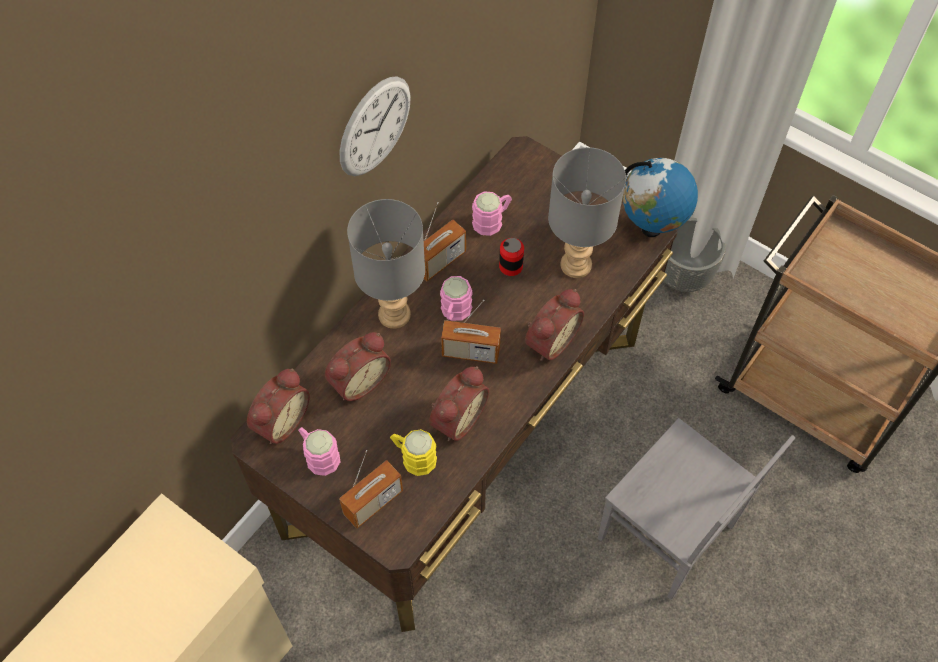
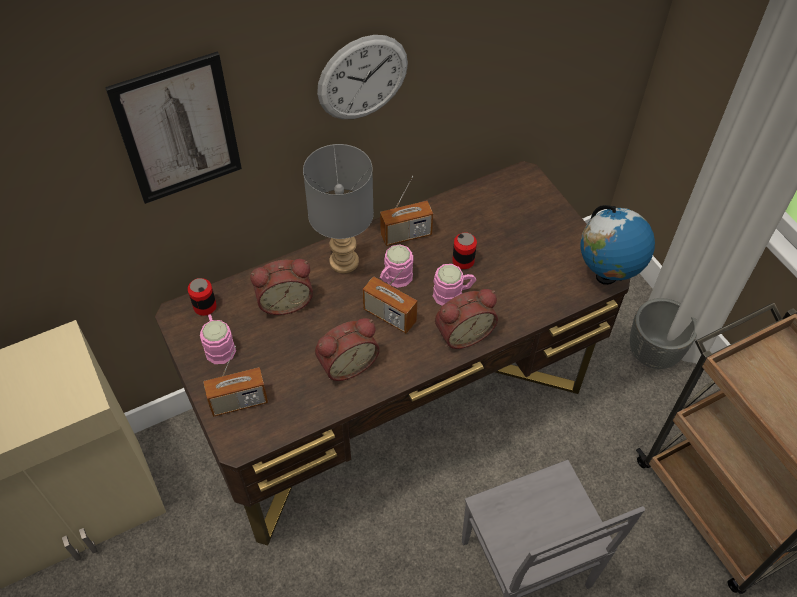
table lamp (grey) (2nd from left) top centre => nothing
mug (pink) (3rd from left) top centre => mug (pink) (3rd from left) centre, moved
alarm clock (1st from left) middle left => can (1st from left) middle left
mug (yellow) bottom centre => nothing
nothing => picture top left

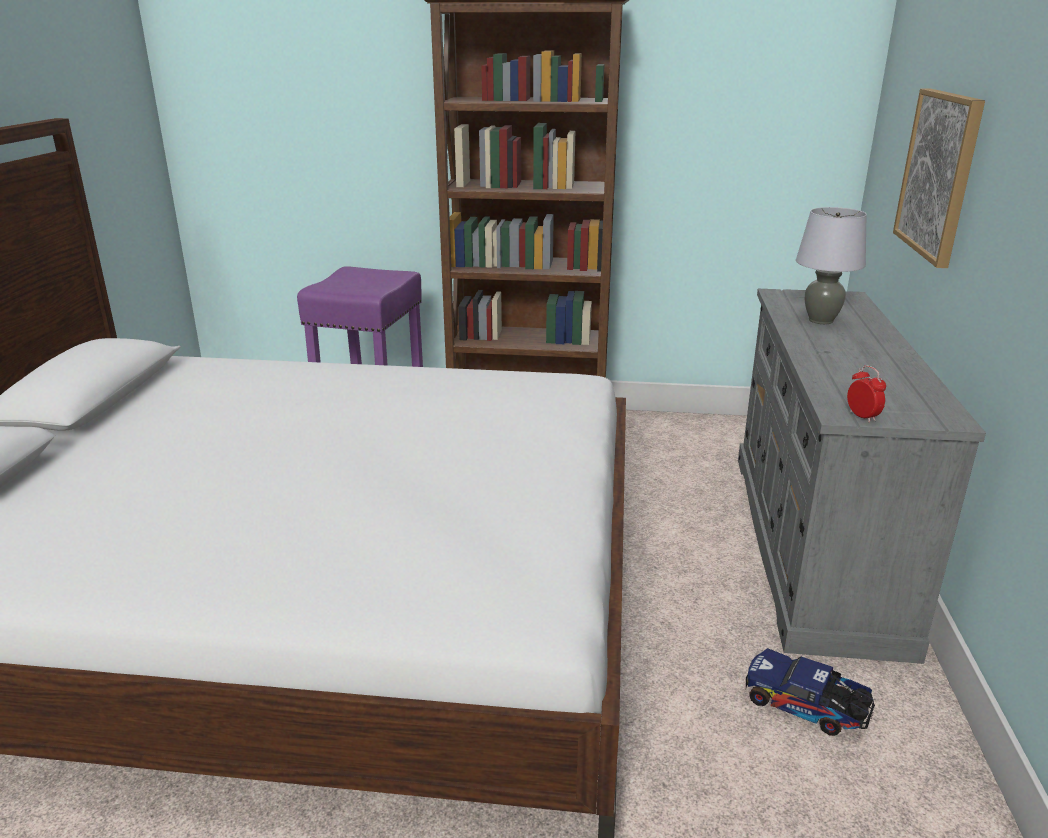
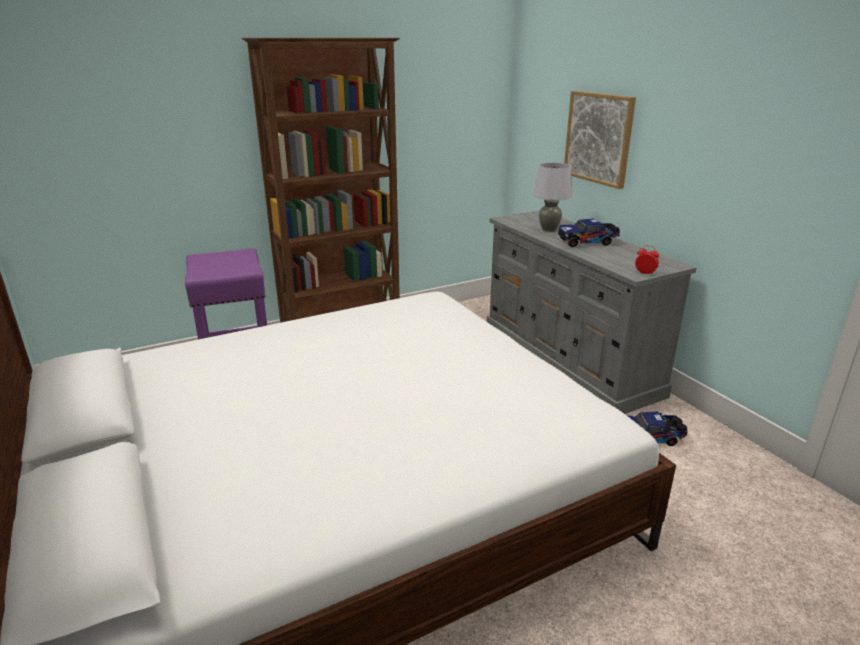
nothing => toy truck (1st from left) middle right

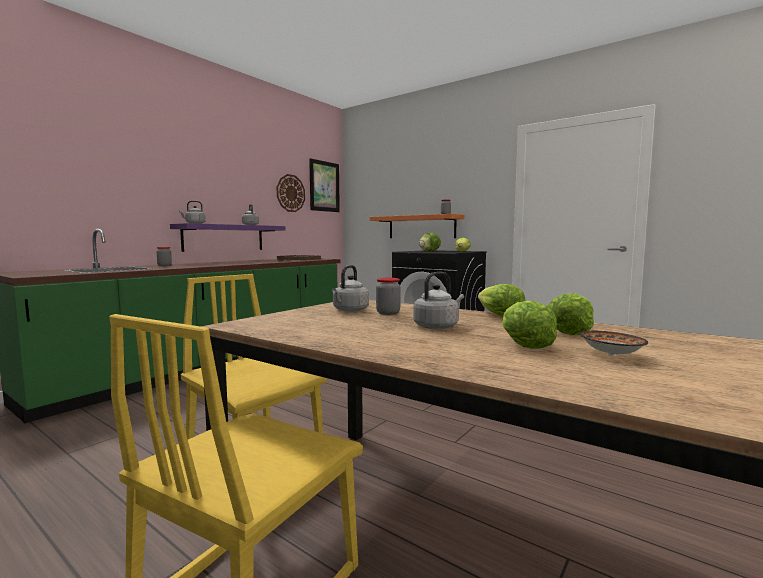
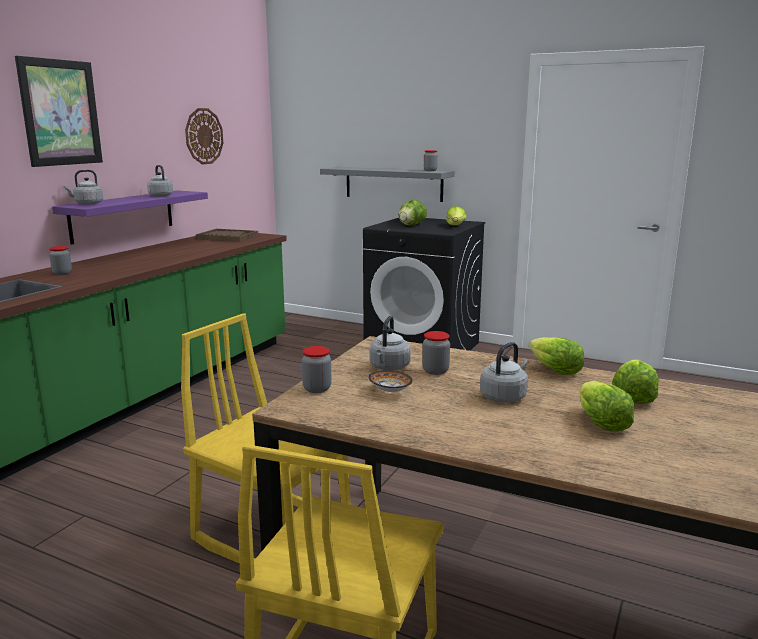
picture top centre => picture top left, moved
shelf (orange) centre => shelf (grey) top centre
bowl middle right => bowl centre, moved
nothing => jar (2nd from left) centre

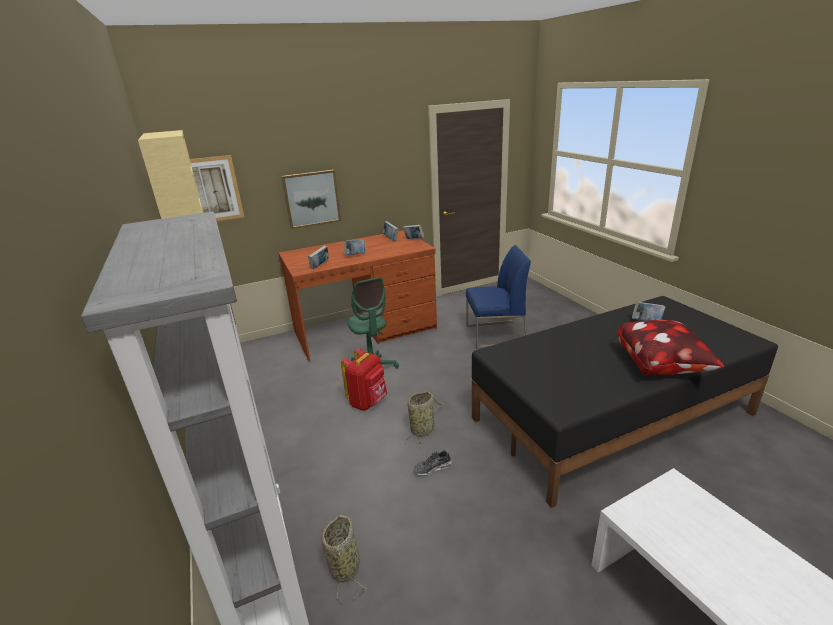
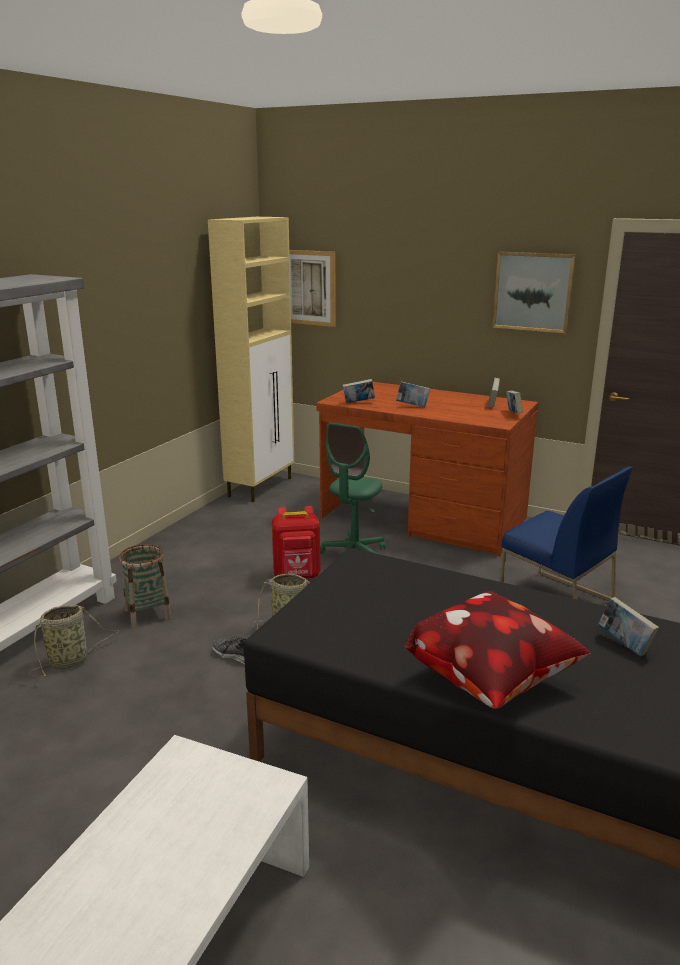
picture (2nd from left) top centre => picture (2nd from left) top right, moved
nothing => basket (2nd from left) middle left

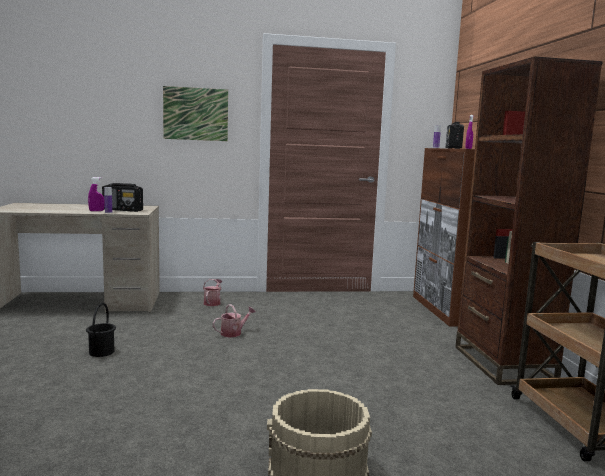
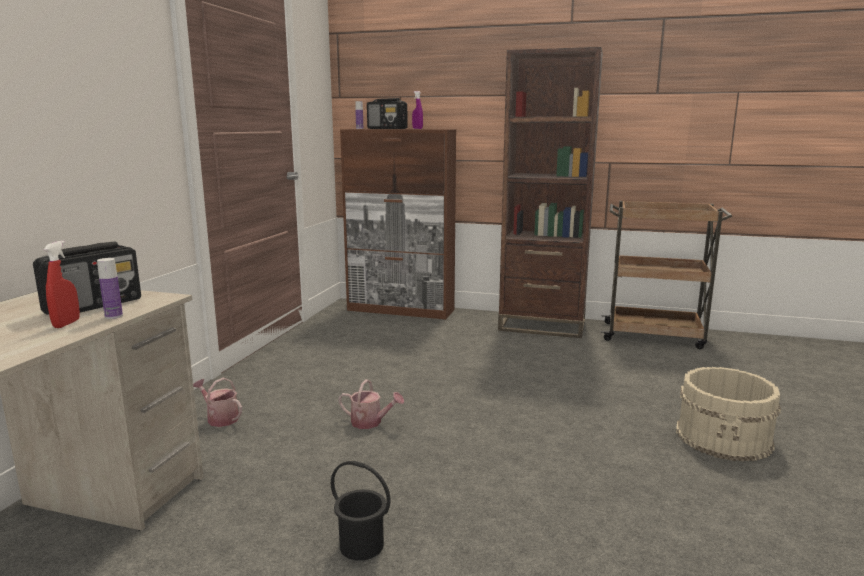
picture top left => nothing
spray bottle (purple) (1st from left) middle left => spray bottle (red) middle left
watering can (2nd from left) bottom centre, 120 degrees clockwise

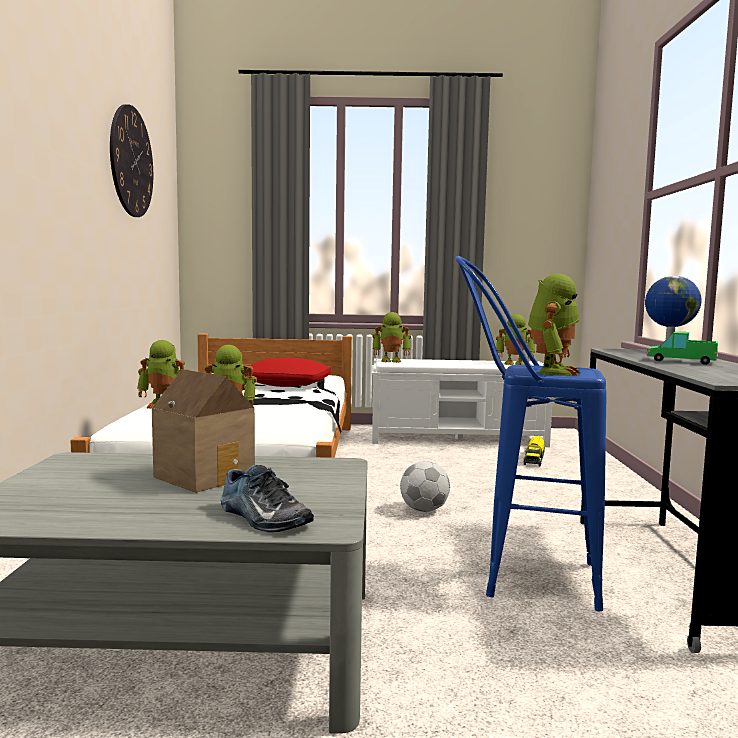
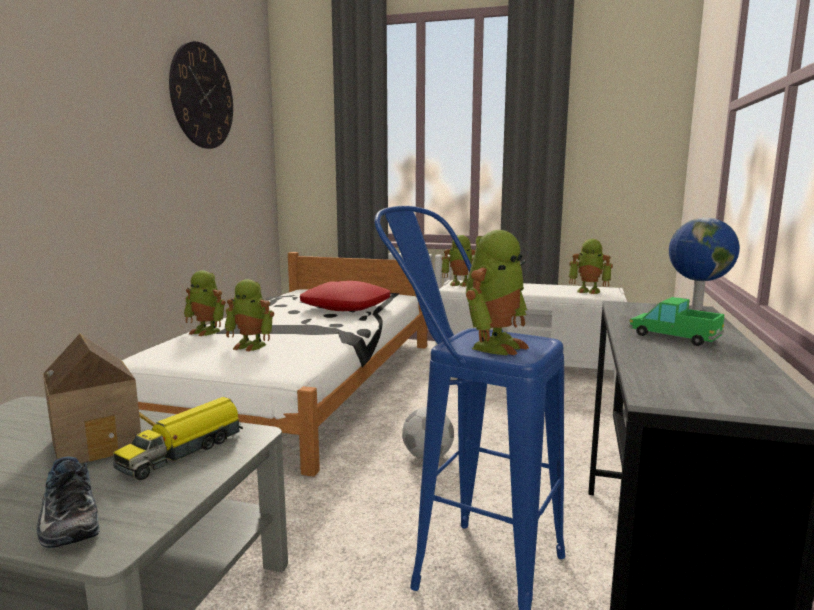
toy truck (1st from left) middle right => toy truck (1st from left) bottom left, moved

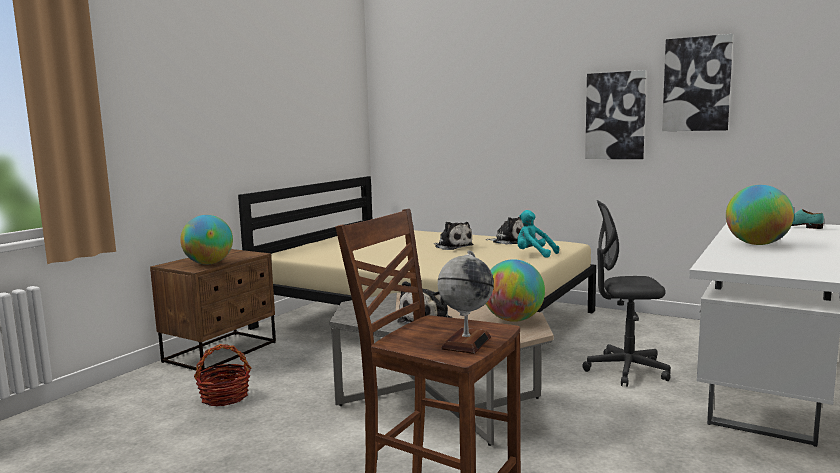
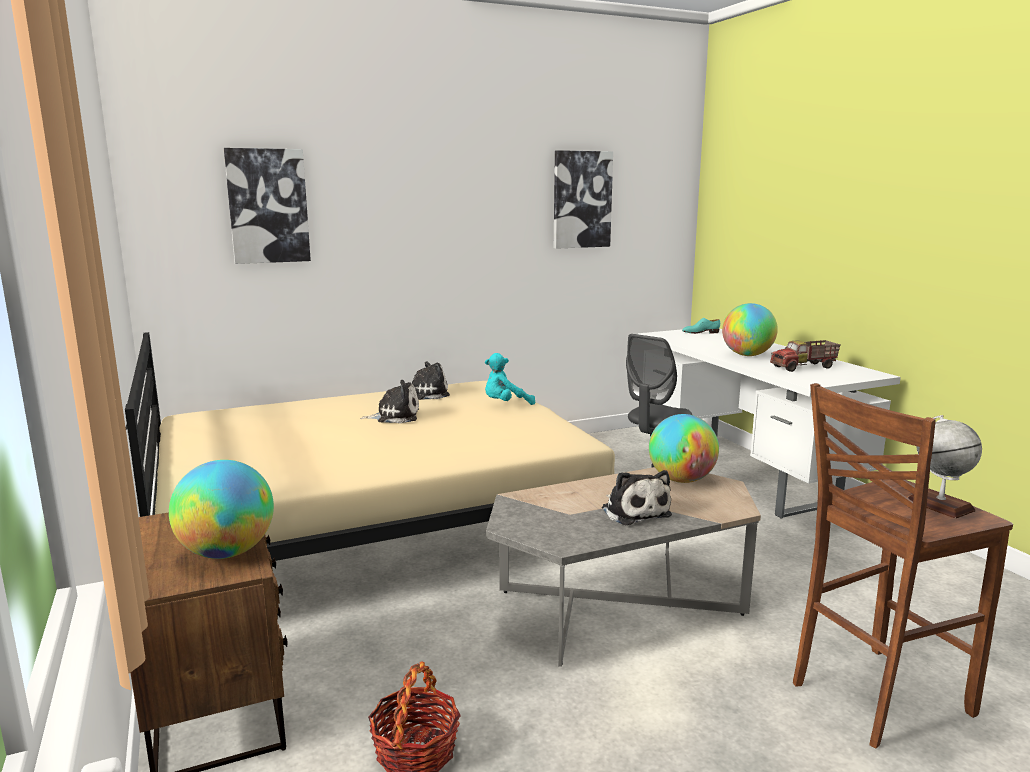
picture (1st from left) top right => picture (1st from left) top left, moved
nothing => toy truck middle right

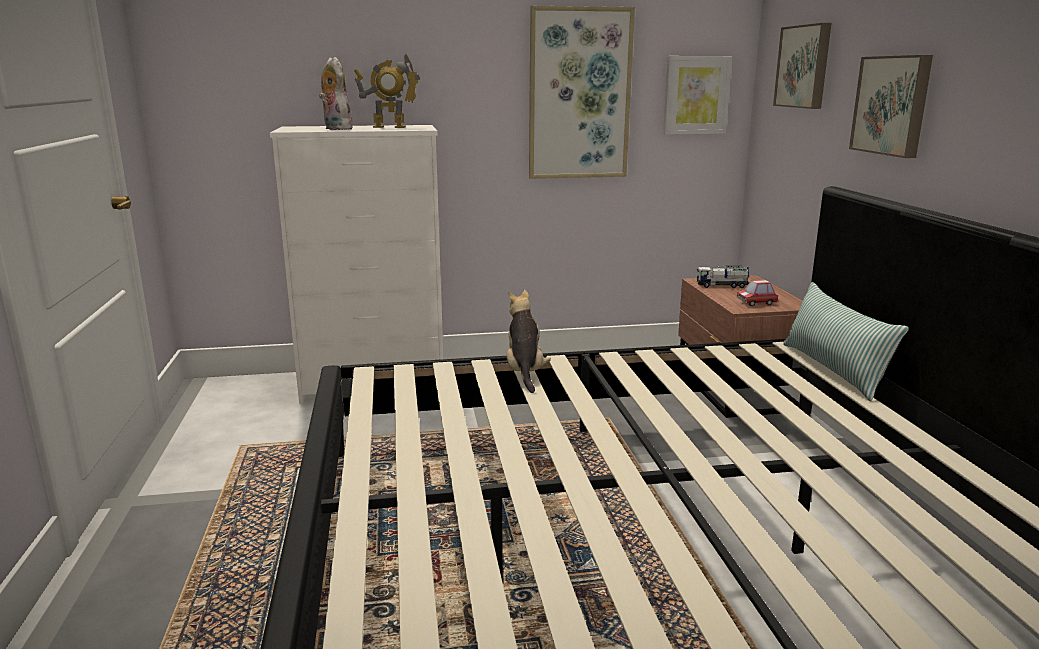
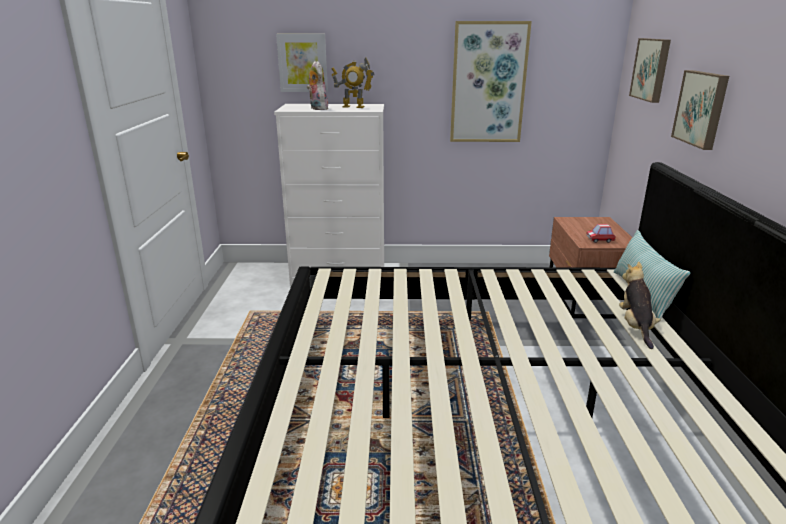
picture (2nd from left in the first image) top right => picture (1st from left) top centre, moved
toy truck middle right => nothing
plush toy (2nd from left) centre => plush toy (2nd from left) middle right, moved

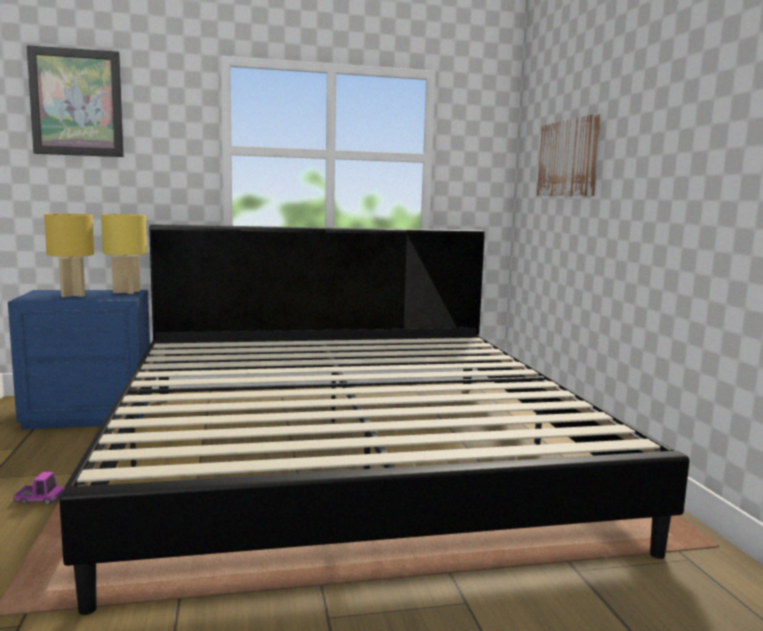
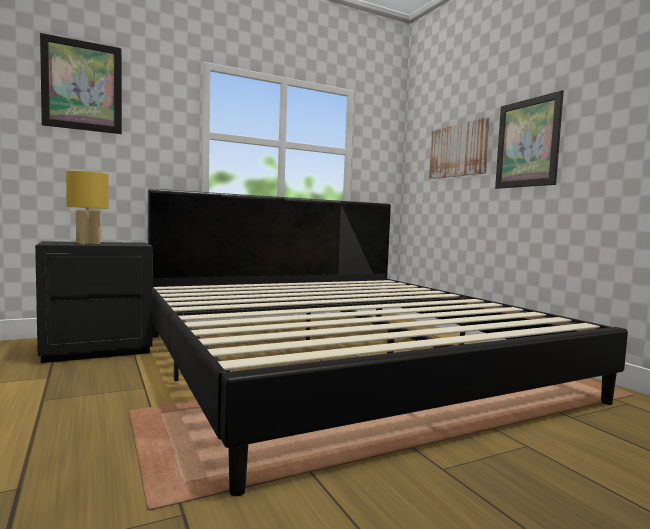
table lamp (yellow) (2nd from left) middle left => nothing
nightstand (blue) middle left => nightstand (black) middle left
toy truck bottom left => nothing
nothing => picture (3rd from left) top right

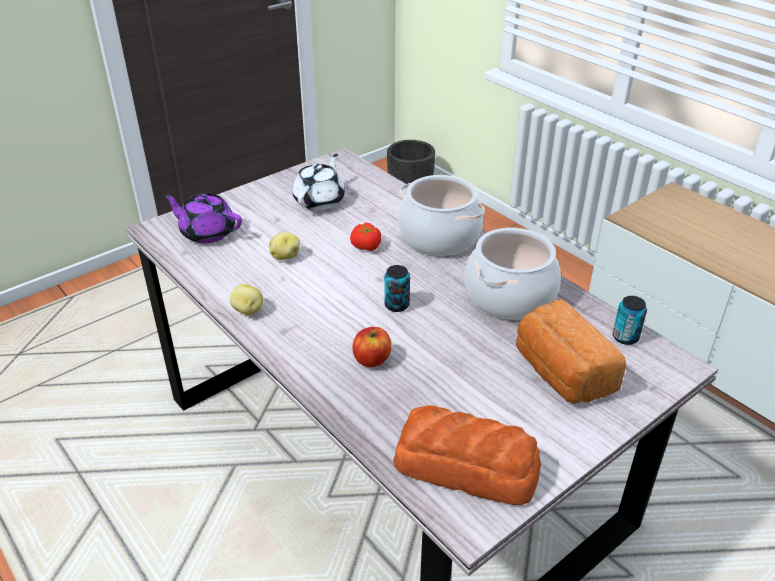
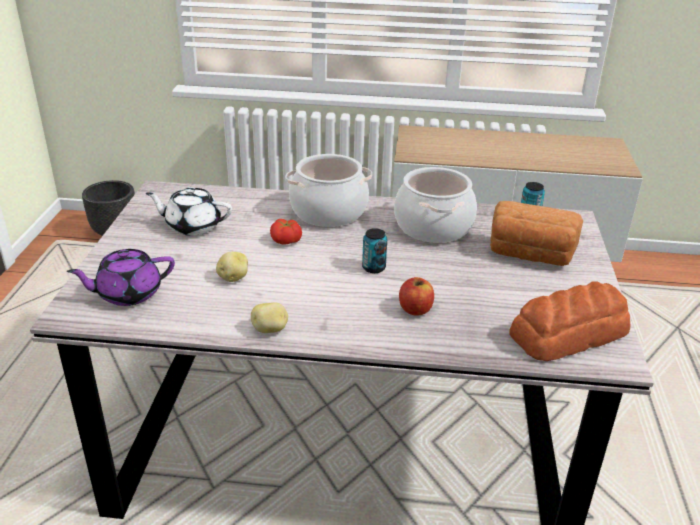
teapot (white) top centre => teapot (white) middle left, 60 degrees counterclockwise

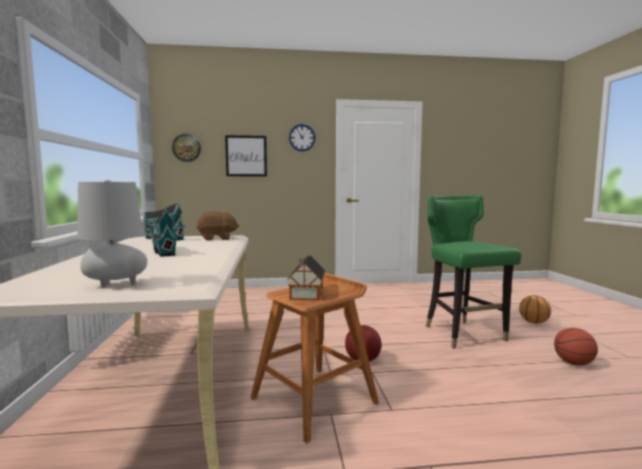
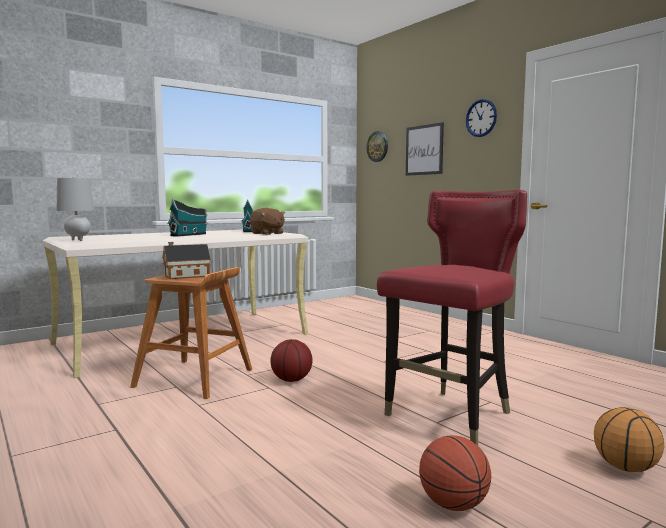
chair (green) middle right => chair (red) middle right

